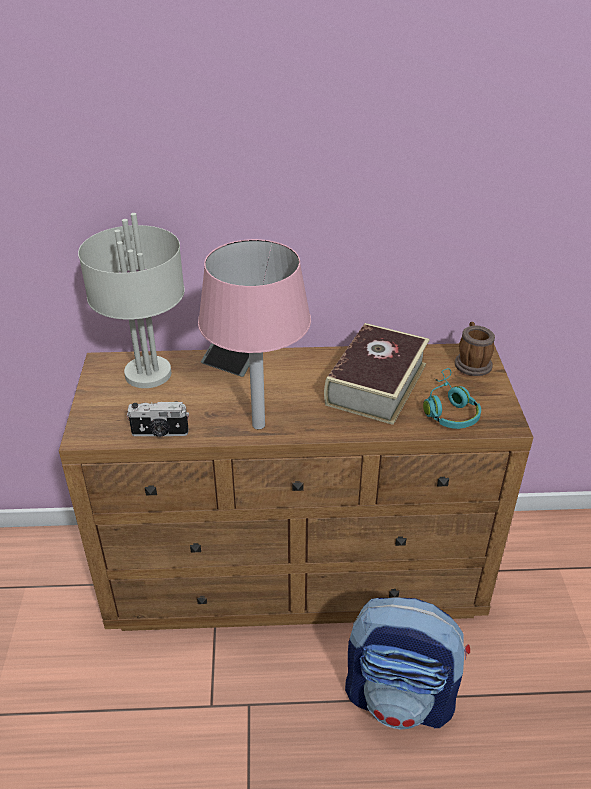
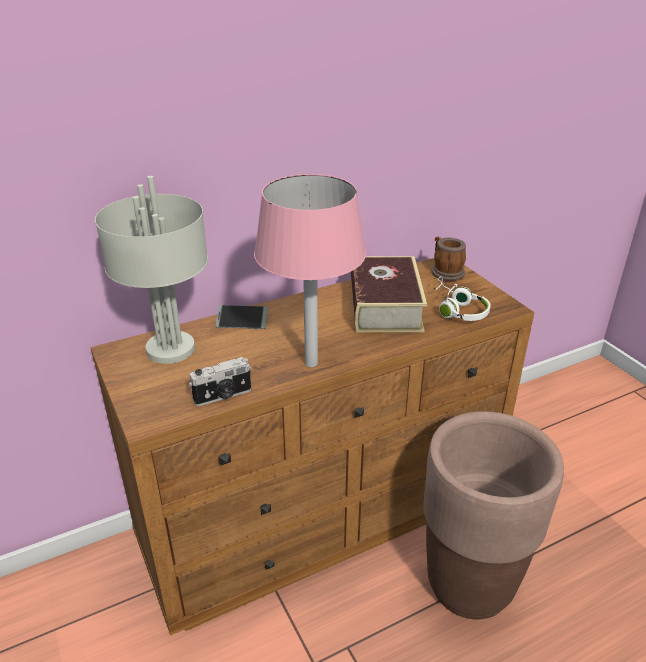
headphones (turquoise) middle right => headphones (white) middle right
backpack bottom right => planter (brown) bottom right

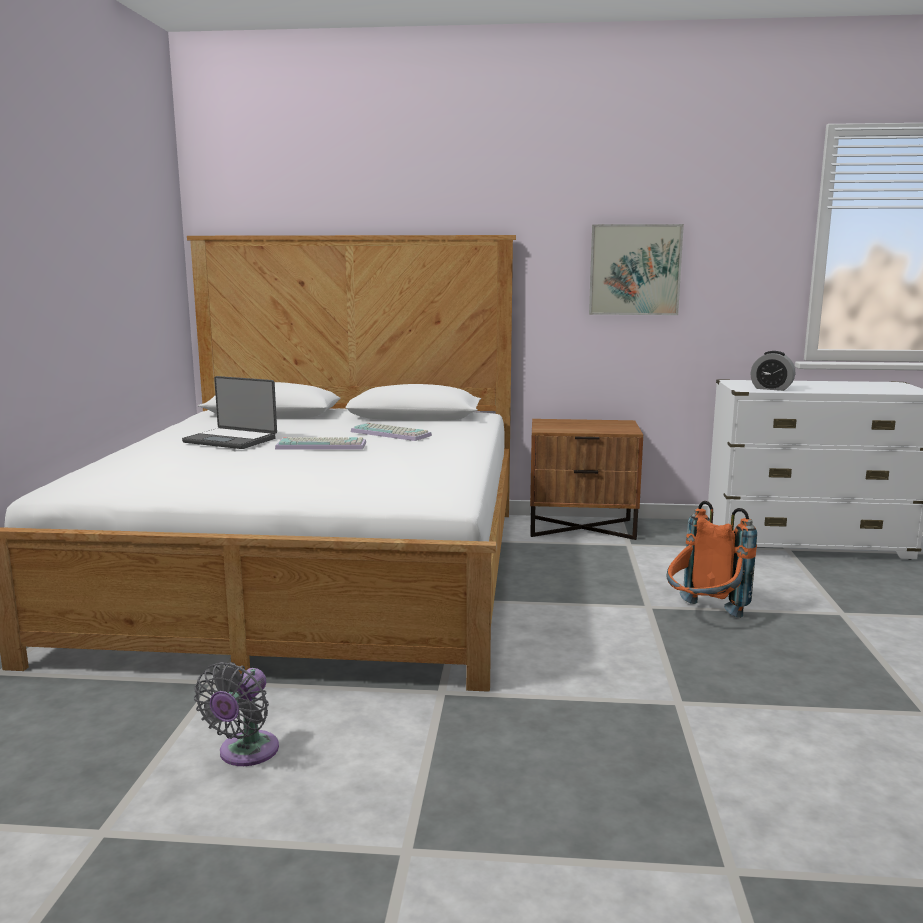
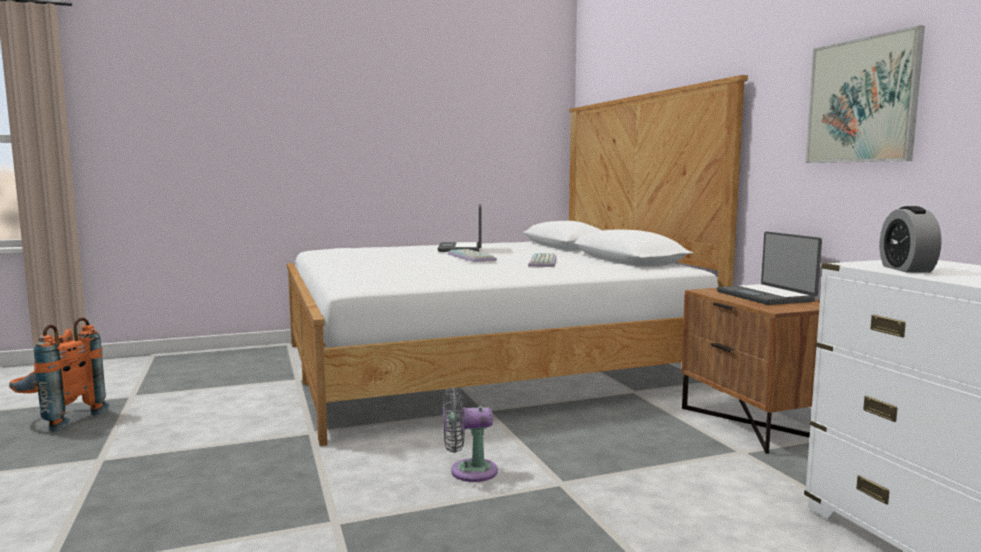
backpack (orange) middle right => backpack (orange) bottom left, moved
fan (grey) bottom left => fan (grey) bottom centre, moved
nothing => laptop (2nd from left) middle right

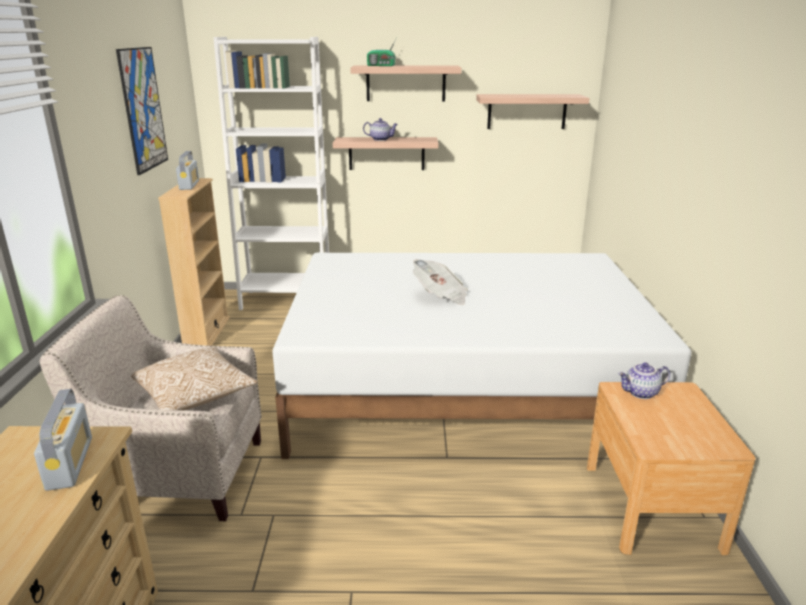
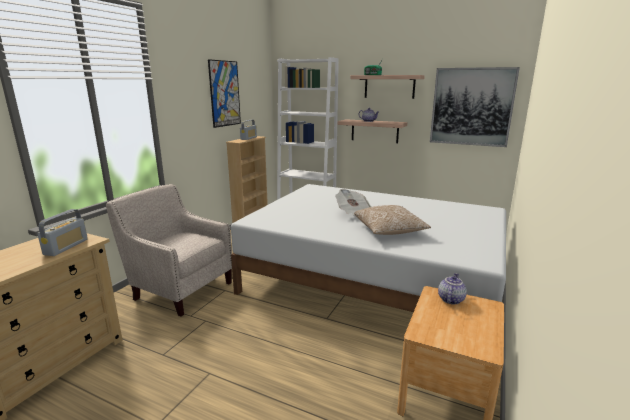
shelf (3rd from left) top centre => picture (2nd from left) top right
pillow middle left => pillow centre, moved
teapot (2nd from left) middle right => teapot (2nd from left) bottom right, 105 degrees clockwise

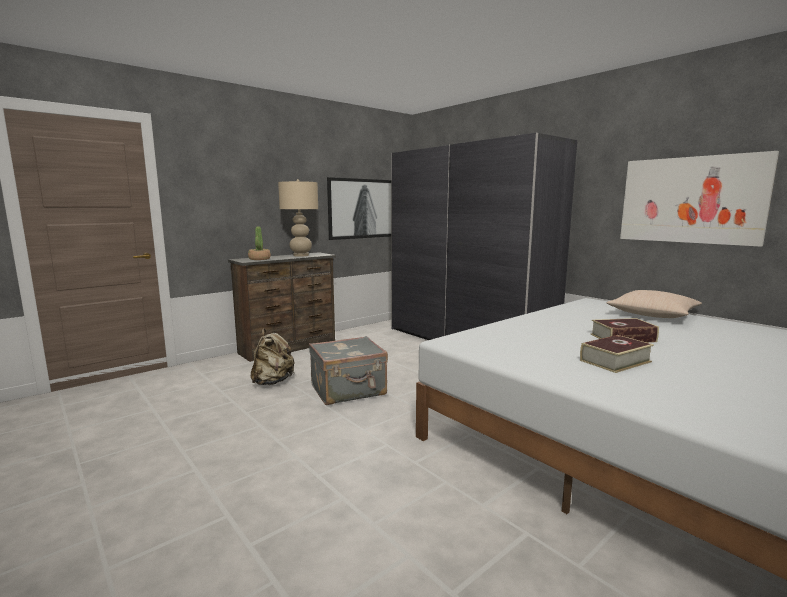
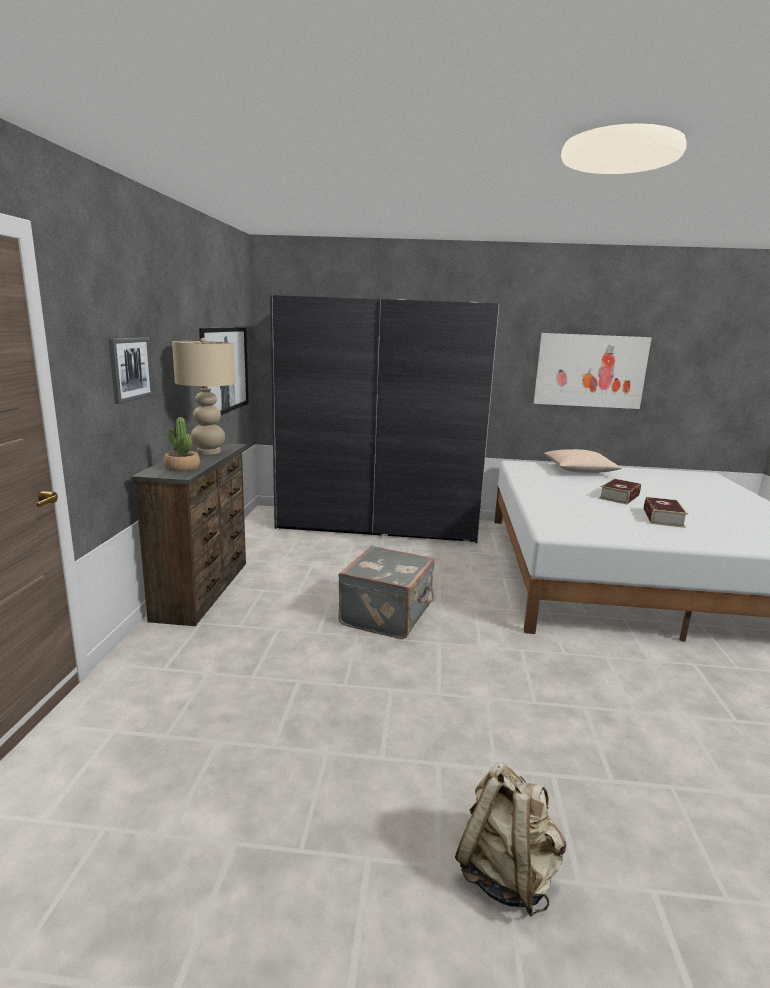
backpack (beige) centre => backpack (beige) bottom centre, moved
nothing => picture (1st from left) middle left

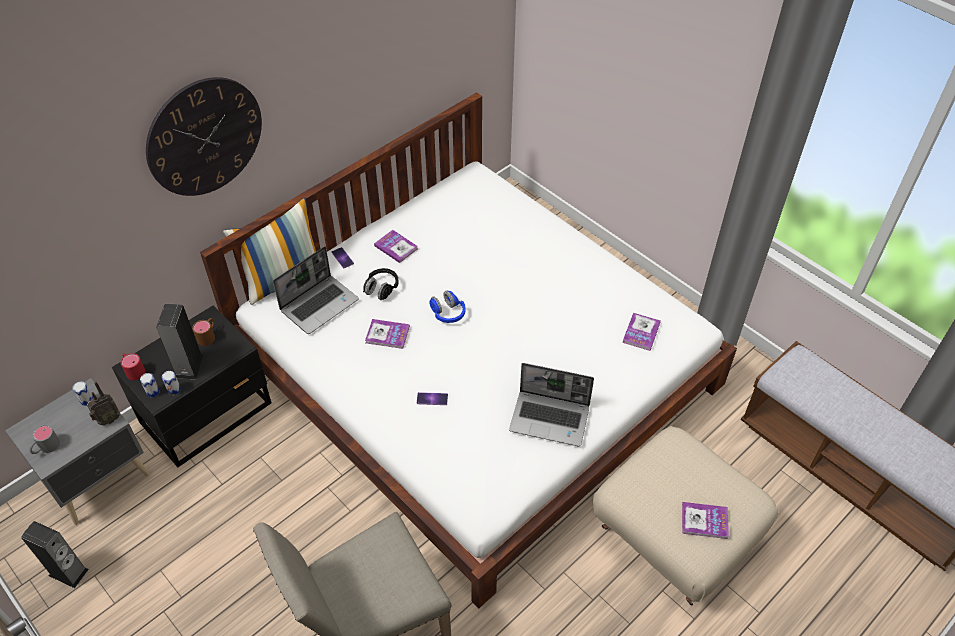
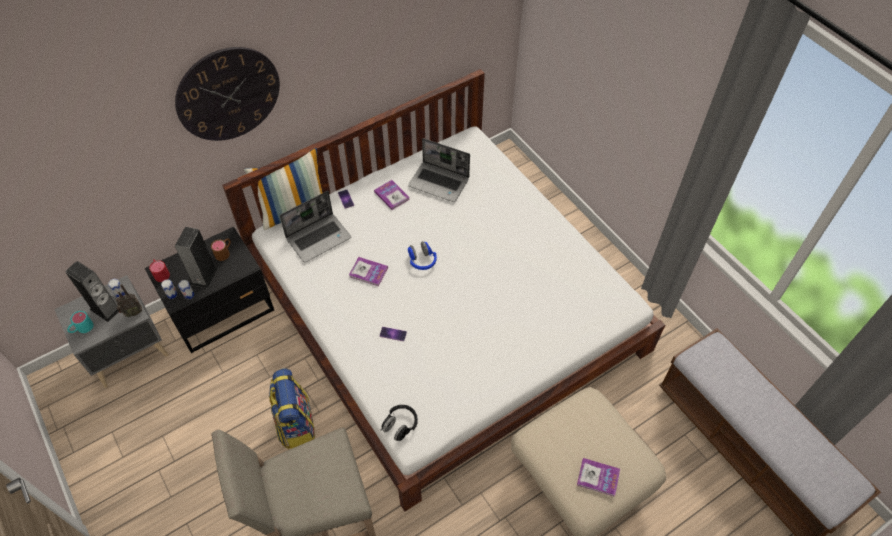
headphones (black) centre => headphones (black) bottom centre, moved
book (3rd from left) middle right => nothing
laptop (2nd from left) centre => laptop (2nd from left) top centre, moved
mug (grey) bottom left => mug (turquoise) middle left
speaker (1st from left) bottom left => speaker (1st from left) middle left, moved
nothing => backpack bottom left

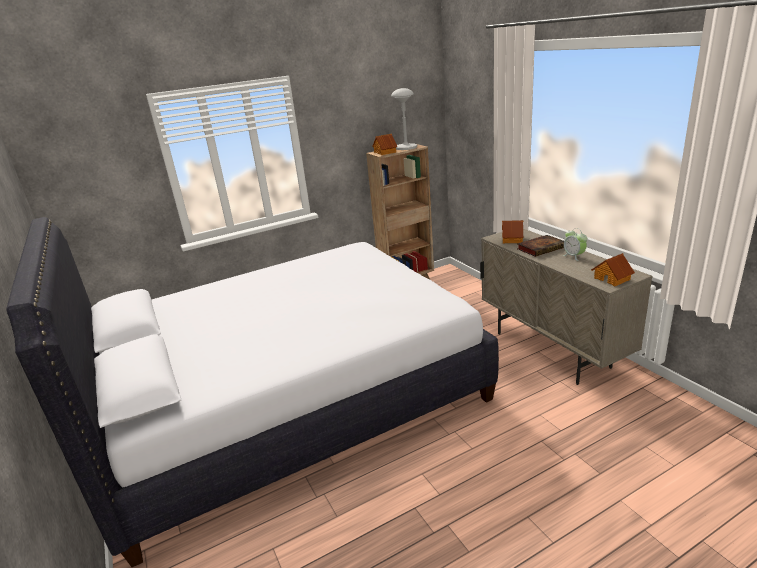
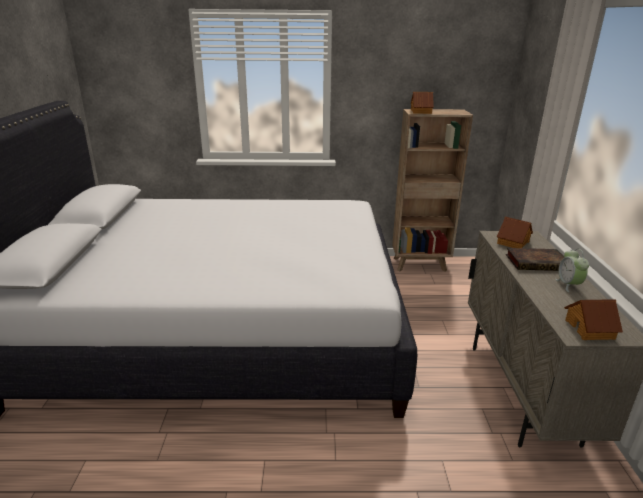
table lamp (grey) top centre => nothing

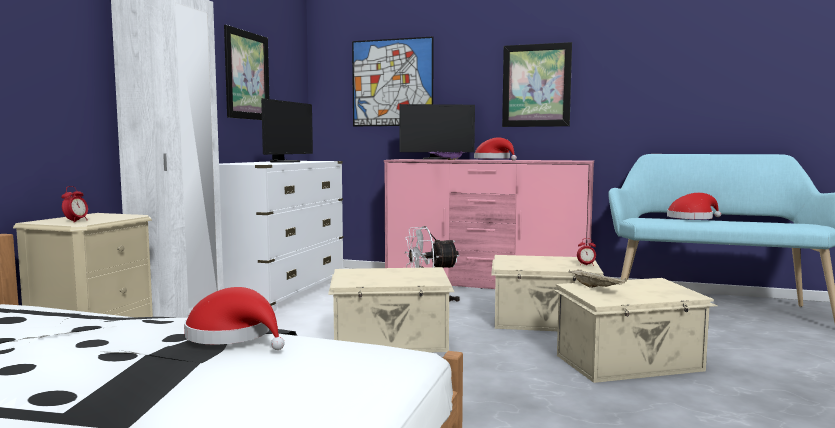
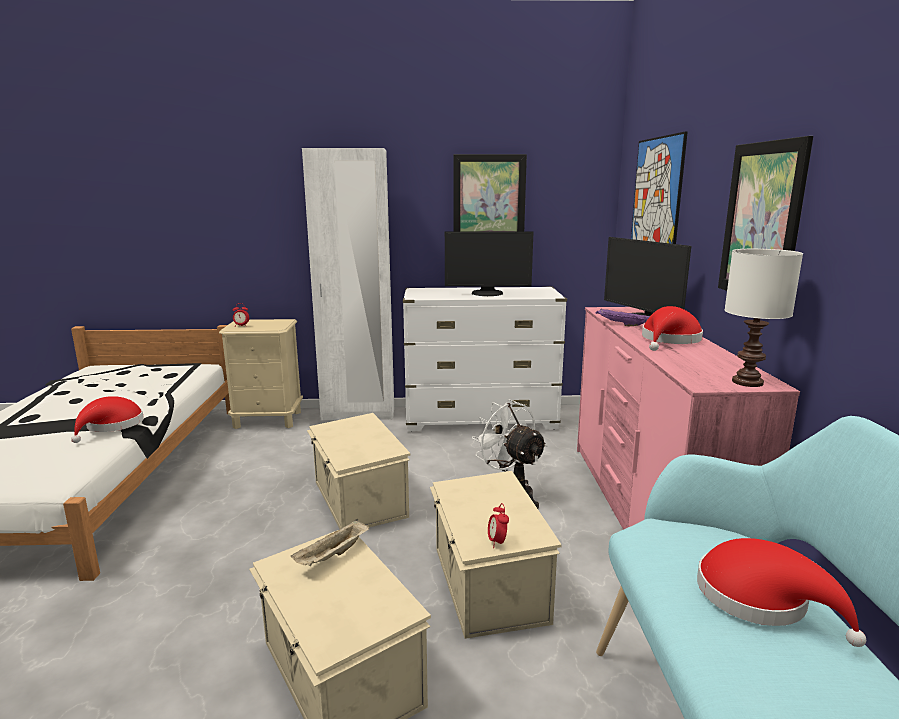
nothing => table lamp (white) middle right

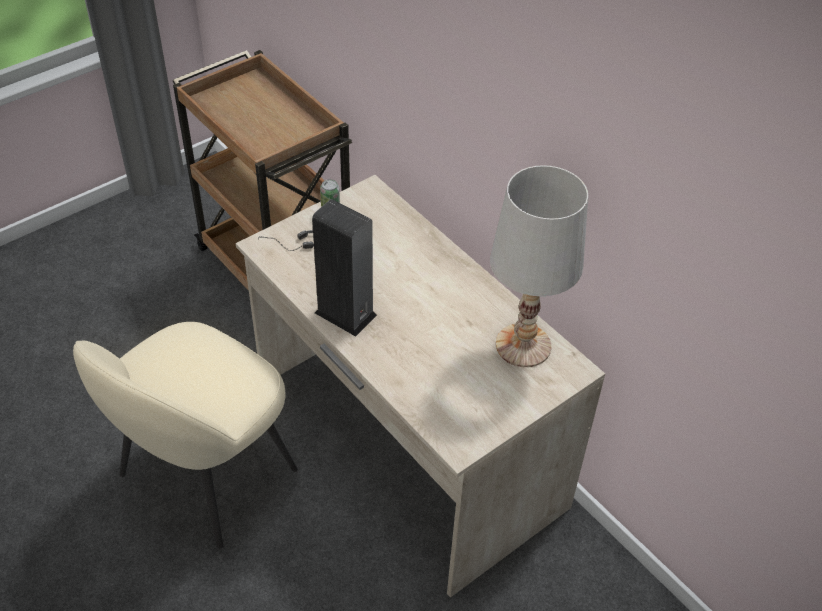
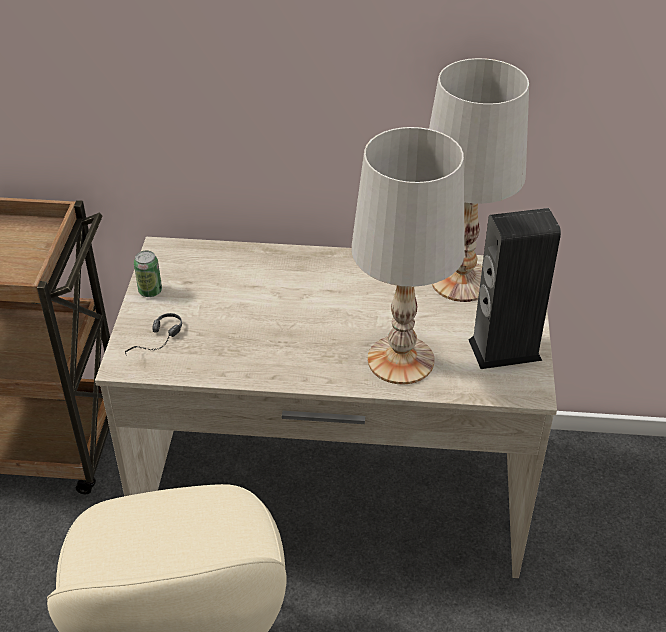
speaker centre => speaker middle right, moved
nothing => table lamp (white) (1st from left) centre

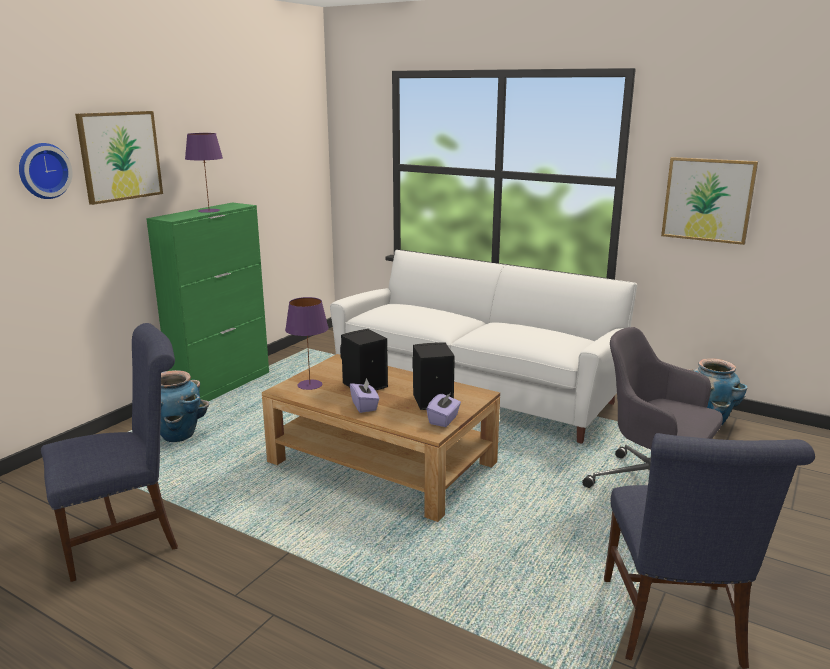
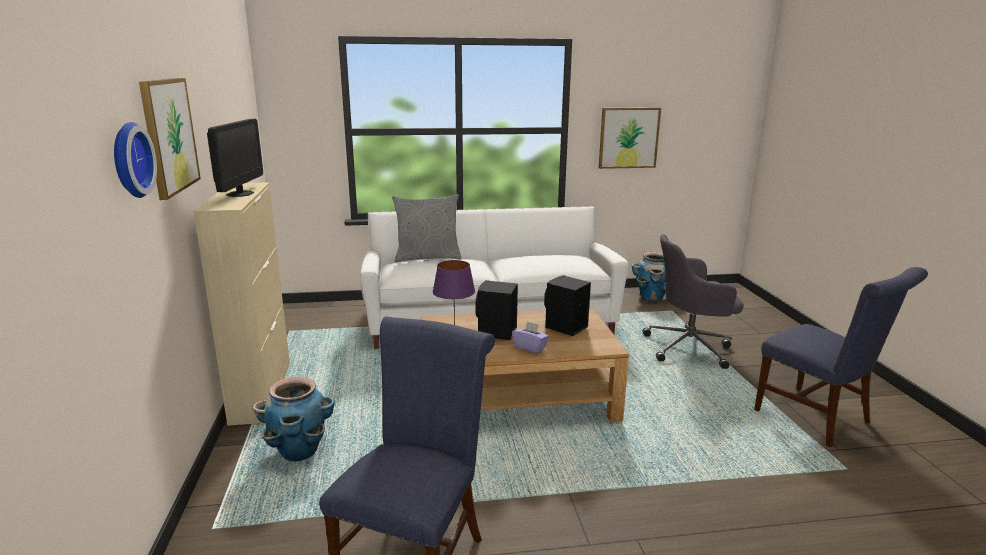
table lamp (purple) (1st from left) top left => monitor top left
cabinet (green) middle left => cabinet (beige) middle left
tissue box (purple) (2nd from left) centre => nothing
nothing => pillow (grey) centre

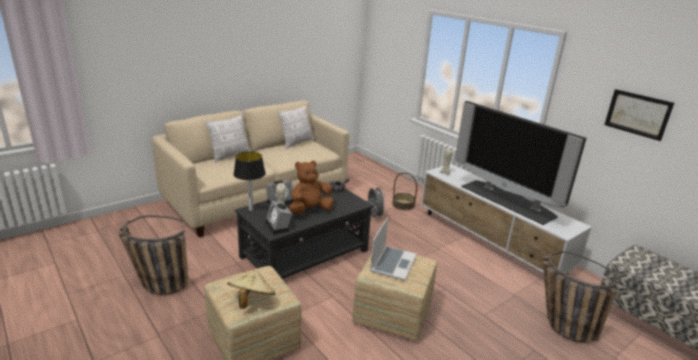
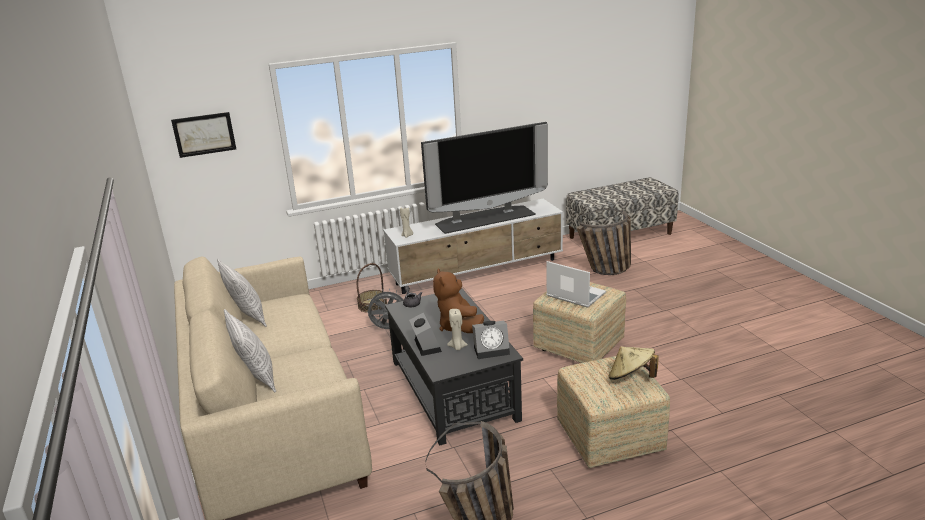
picture top right => picture top left, moved
table lamp centre => nothing

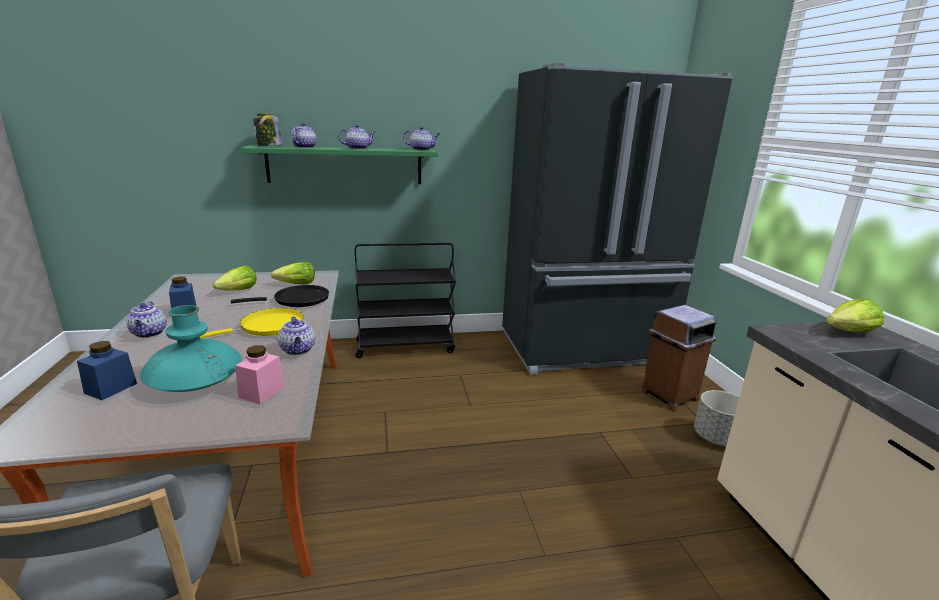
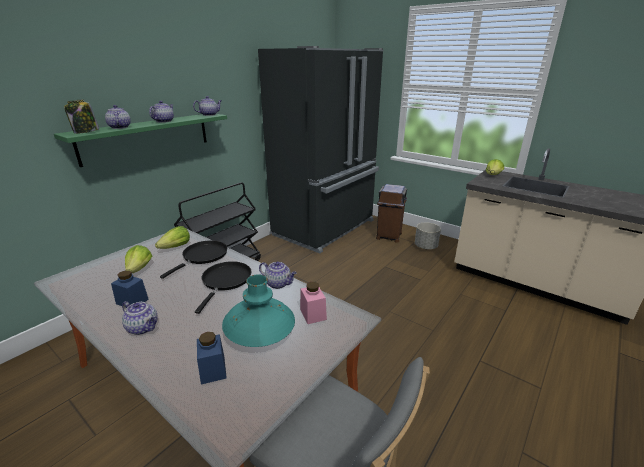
frying pan (yellow) middle left => frying pan (black) (2nd from left) centre

